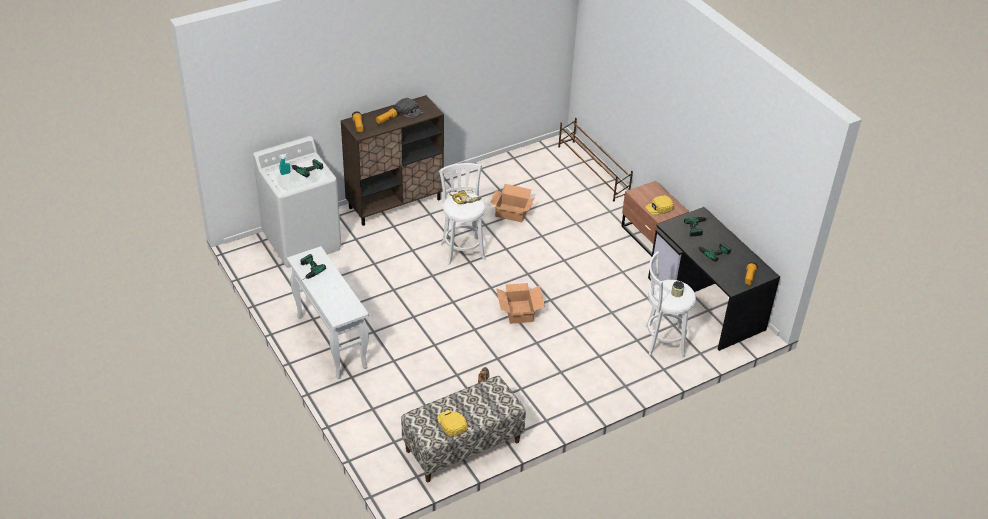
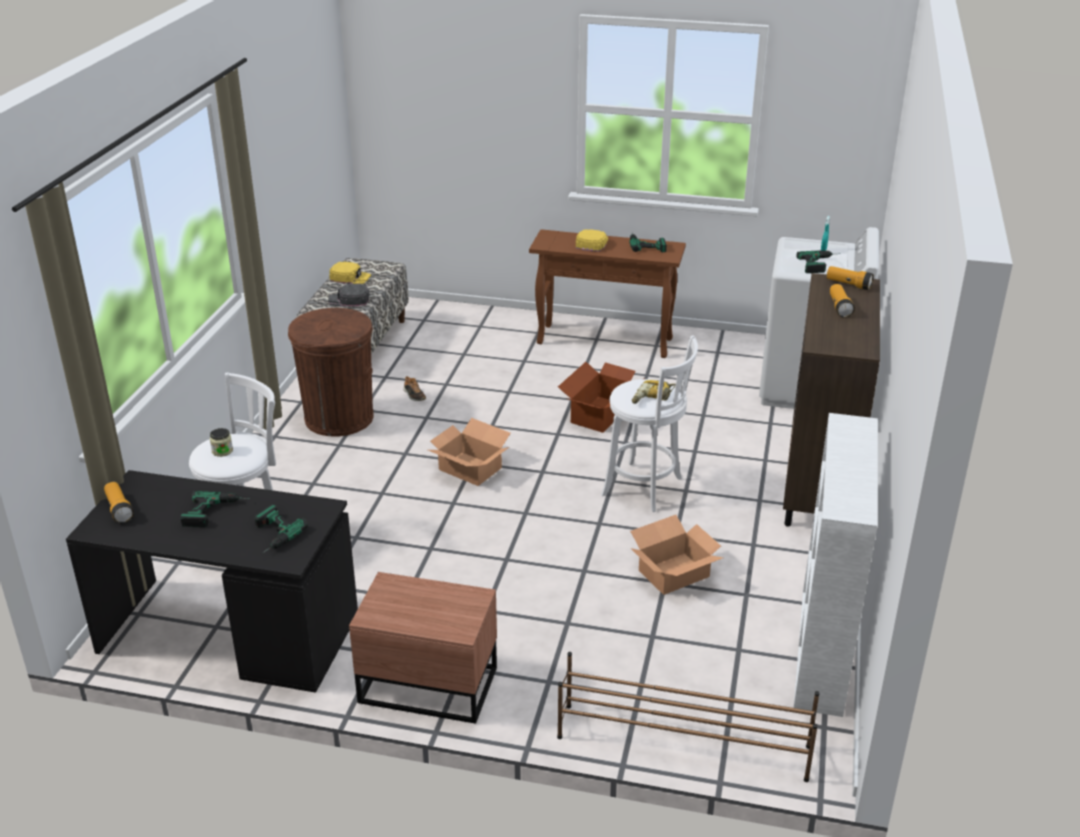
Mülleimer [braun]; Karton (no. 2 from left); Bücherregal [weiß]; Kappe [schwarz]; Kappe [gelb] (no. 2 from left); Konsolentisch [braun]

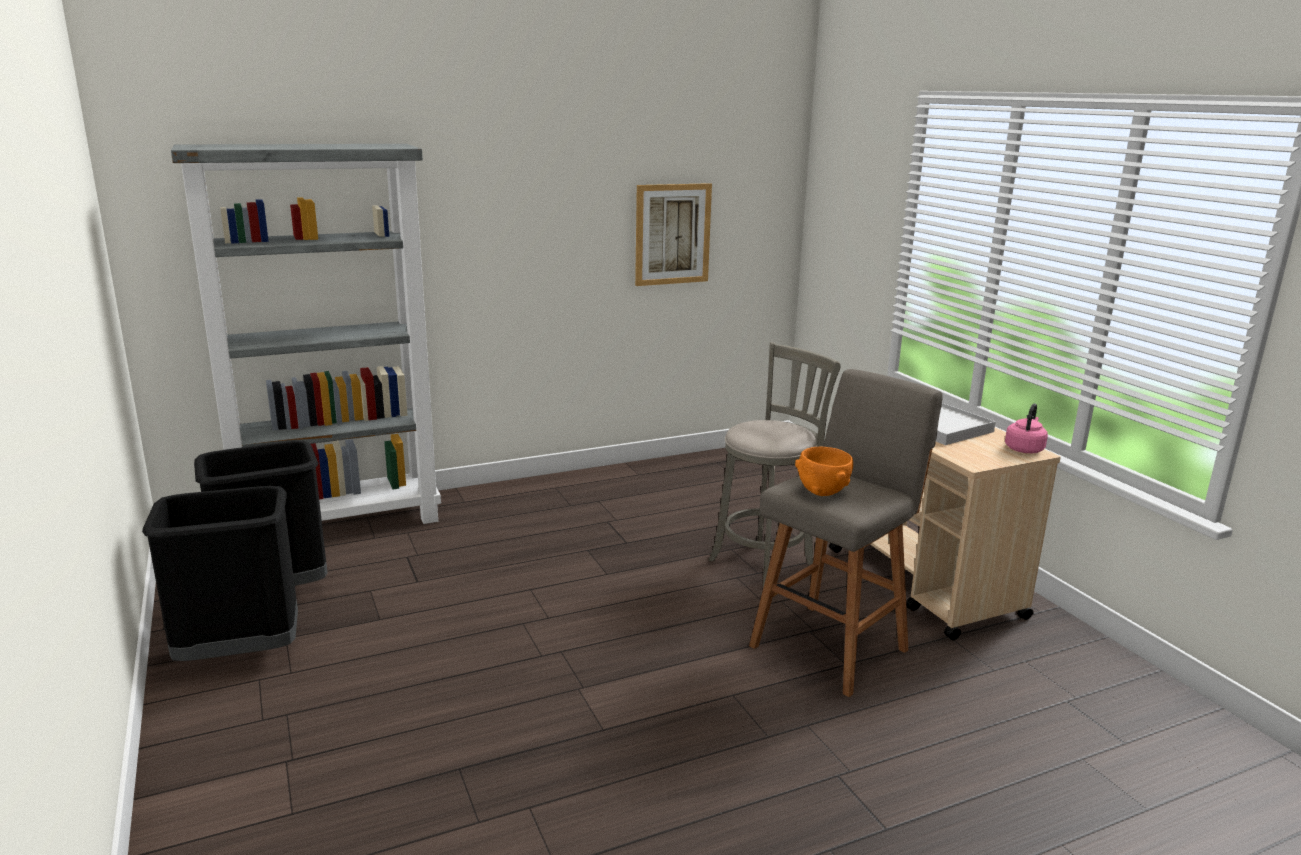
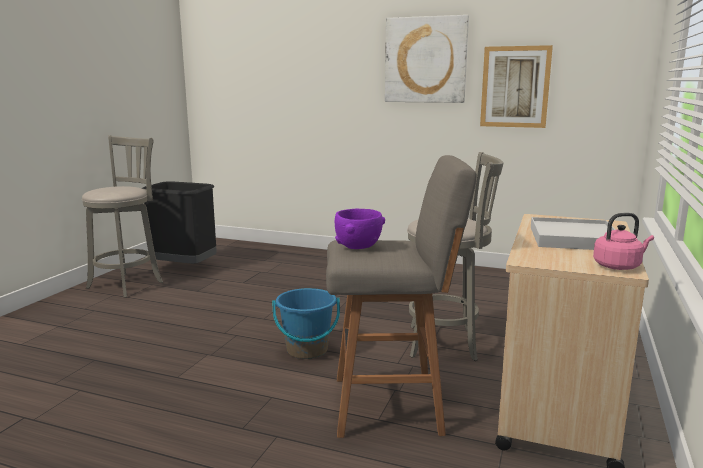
Bücherregal [grau]; Eimer [blau]; Bild (no. 1 from left); Hocker [grau] (no. 1 from left); Schüssel [lila]

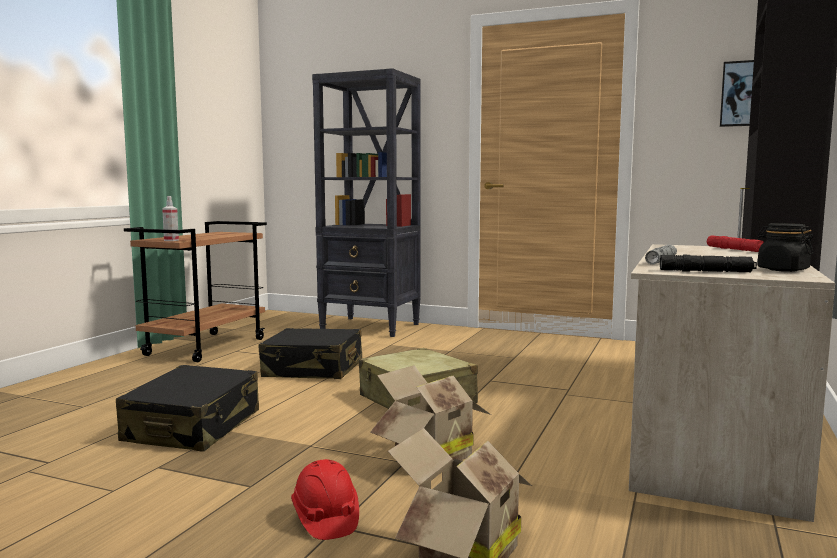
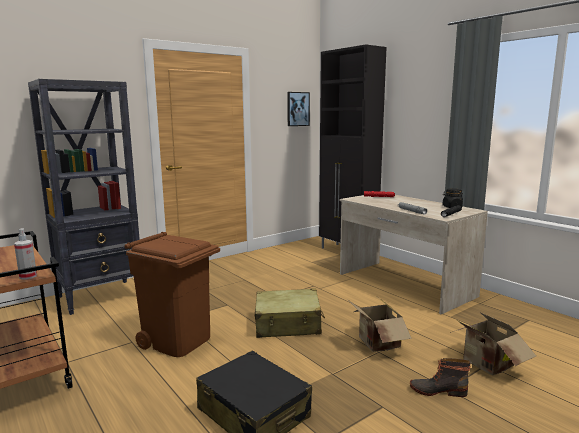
Mülleimer [braun]; Stiefel

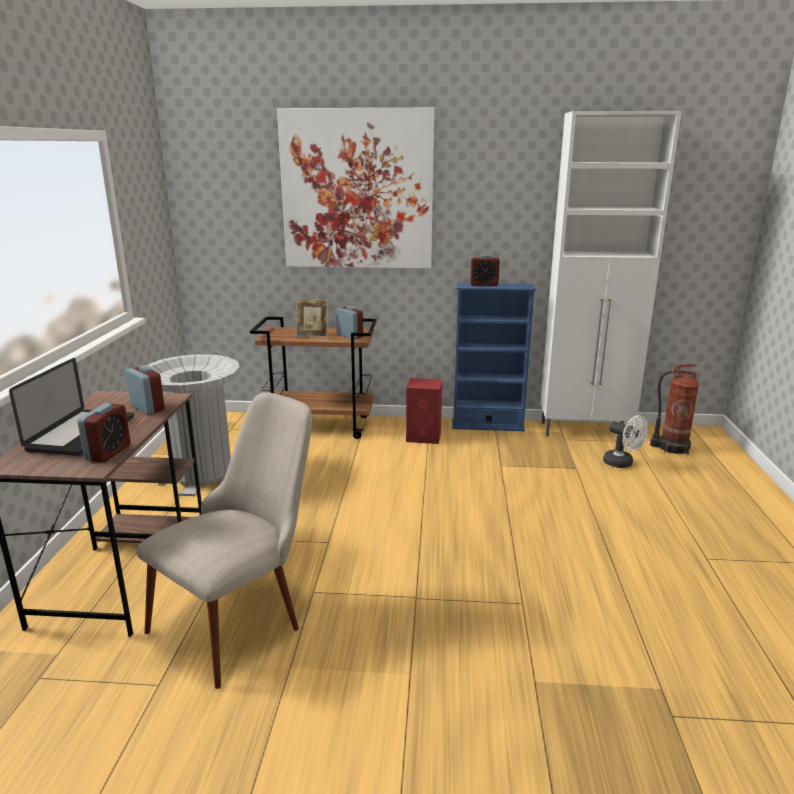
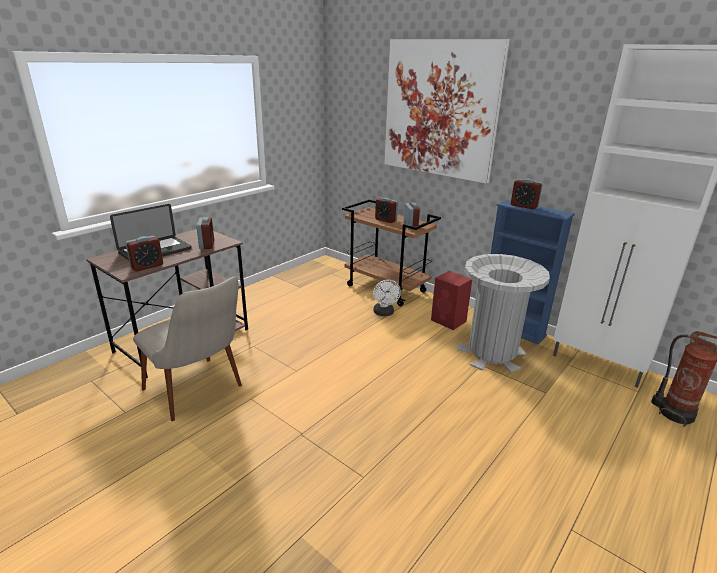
Mülleimer [grau]; Ventilator [weiß]; Wecker (no. 3 from left); Stuhl [beige]

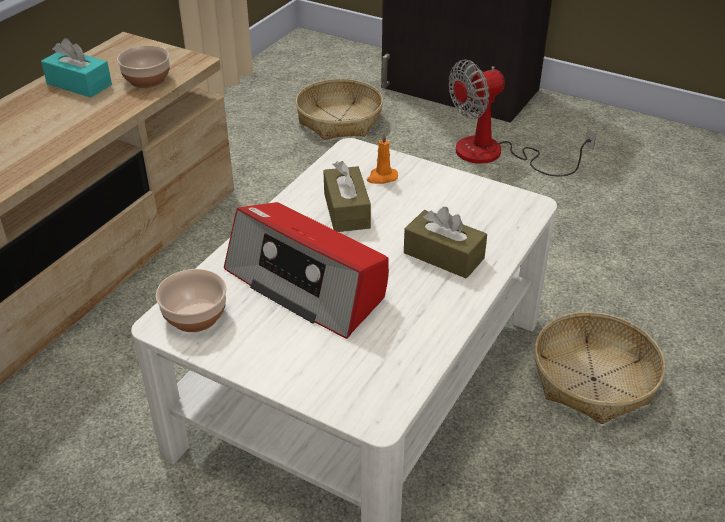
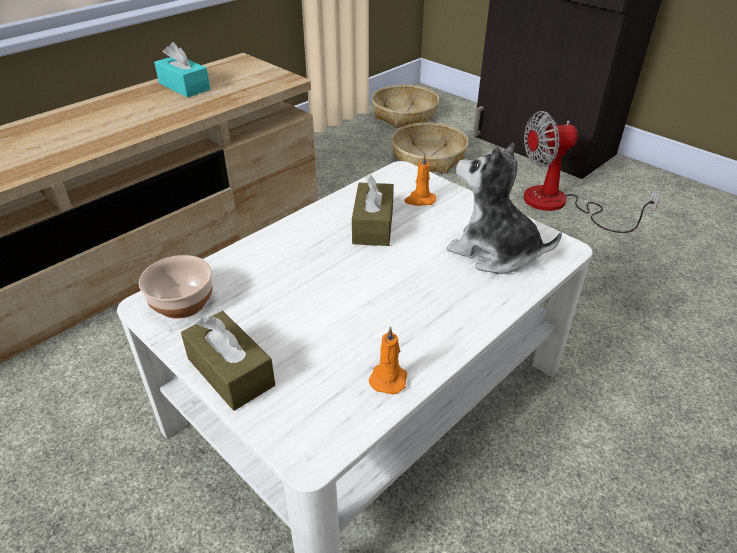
Schüssel (no. 1 from left in the first image); Radio; Kerze [orange] (no. 1 from left); Plüschtier; Taschentuchbox [braun] (no. 1 from left); Korb (no. 1 from left)

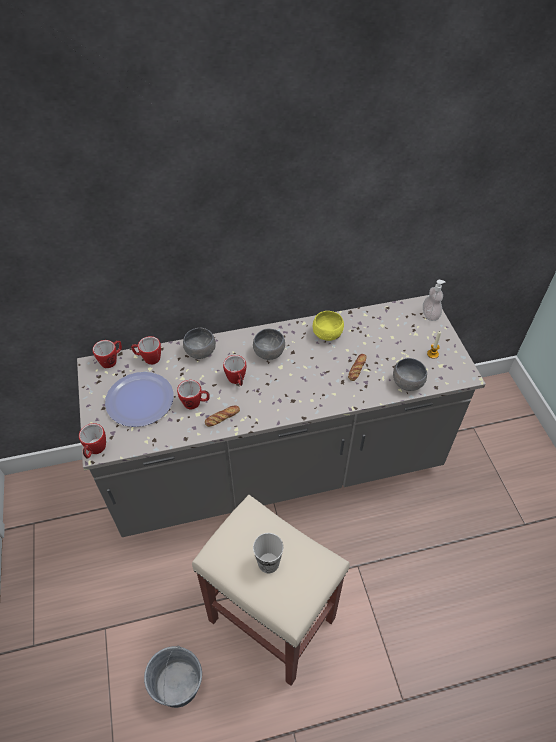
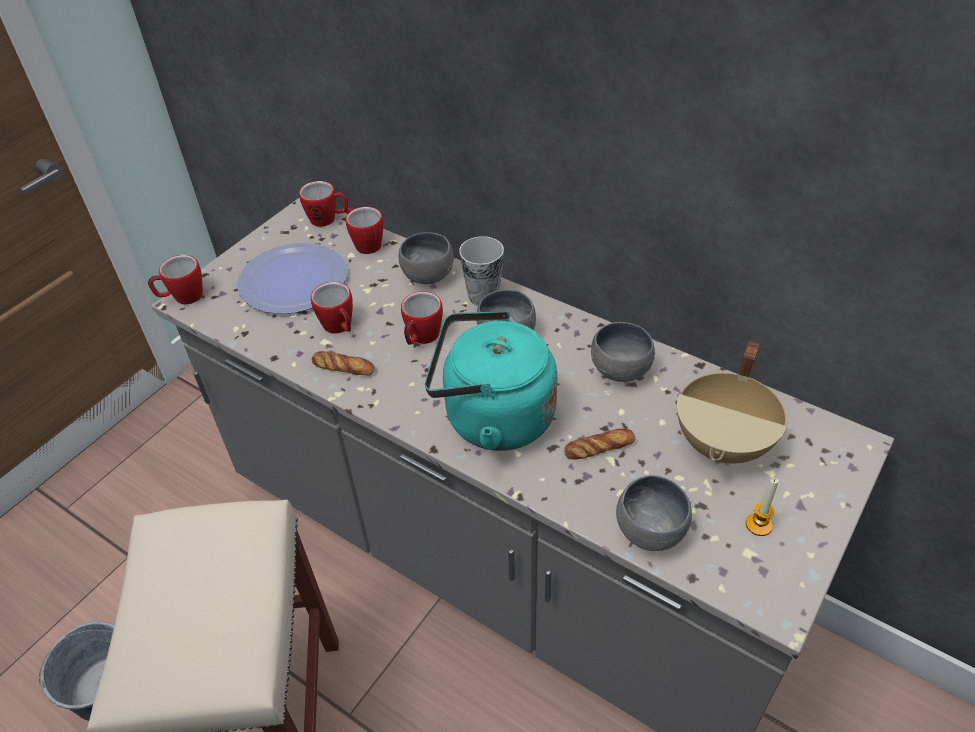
Seifenspender; Wasserkessel [türkis]; Kochtopf [beige]; Tasse; Schüssel [grau] (no. 3 from left)

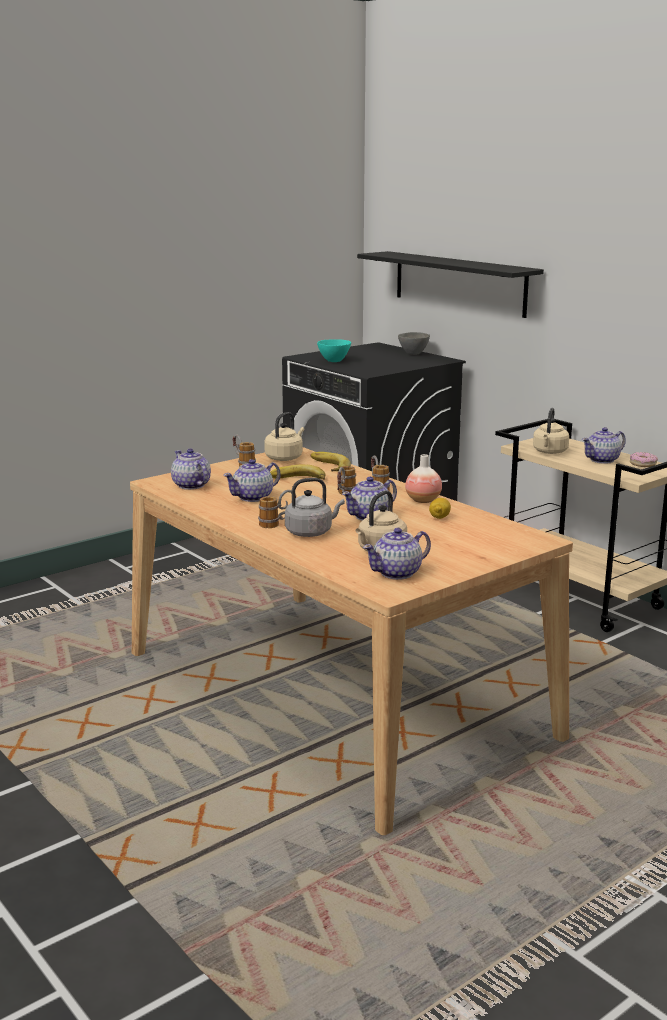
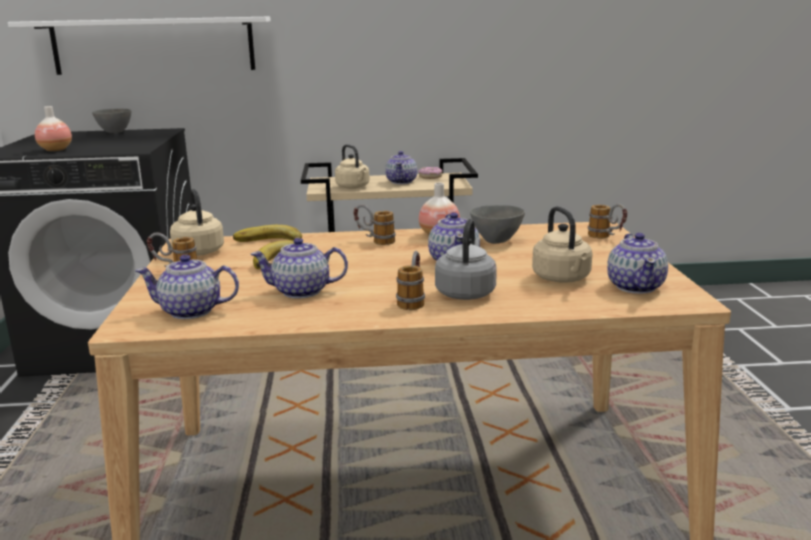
Henkelbecher (no. 4 from left); Vase (no. 1 from left); Schüssel [grau] (no. 2 from left); Wandregal [weiß]; Teekanne (no. 2 from left)

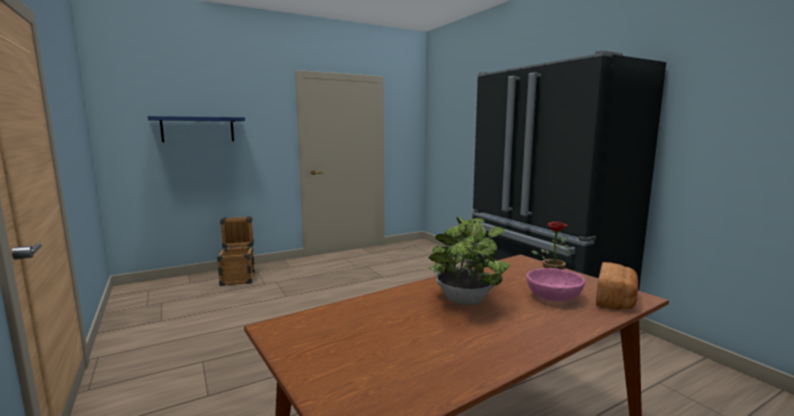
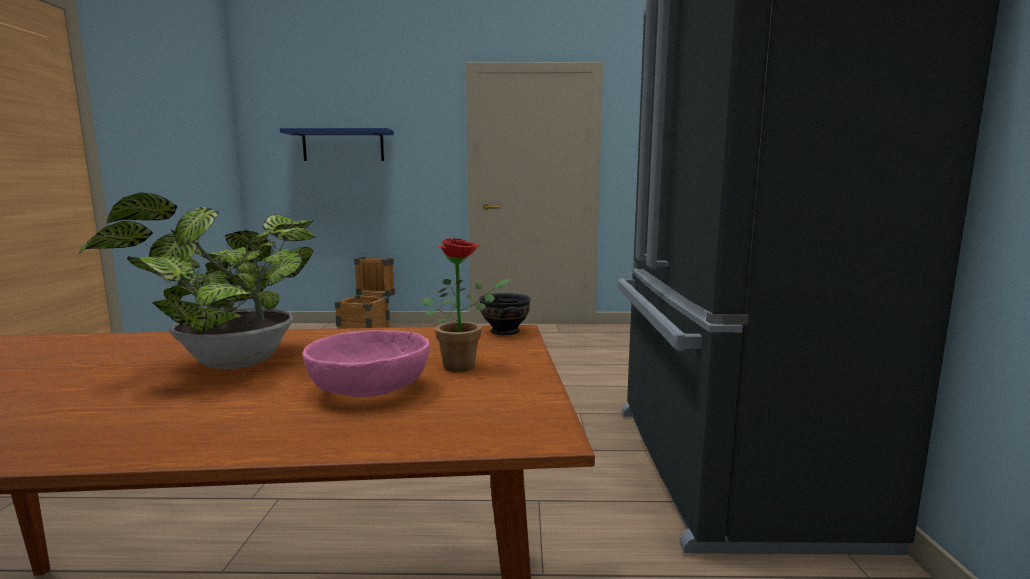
Brot; Schüssel [schwarz]

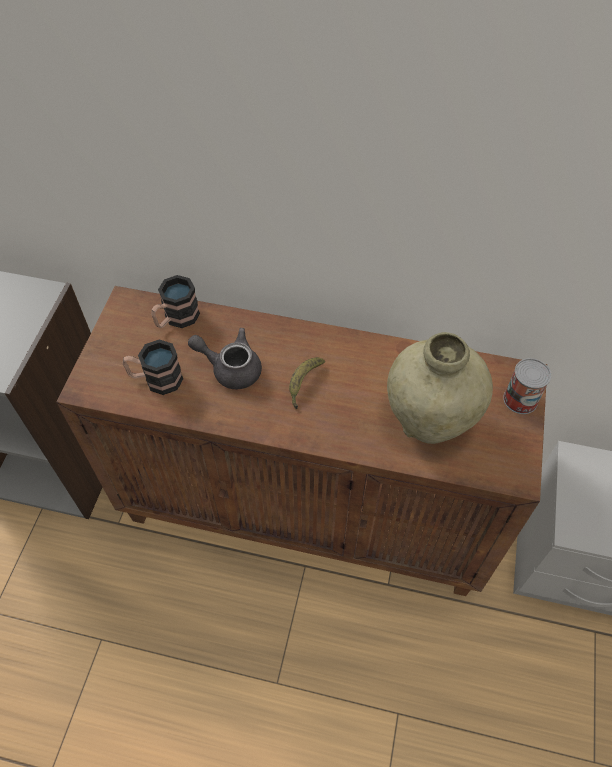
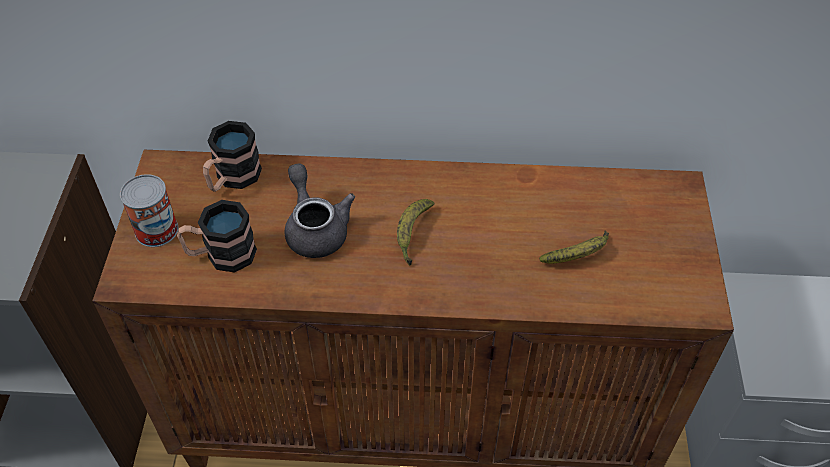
Dose; Banane (no. 2 from left); Teekanne [grau]

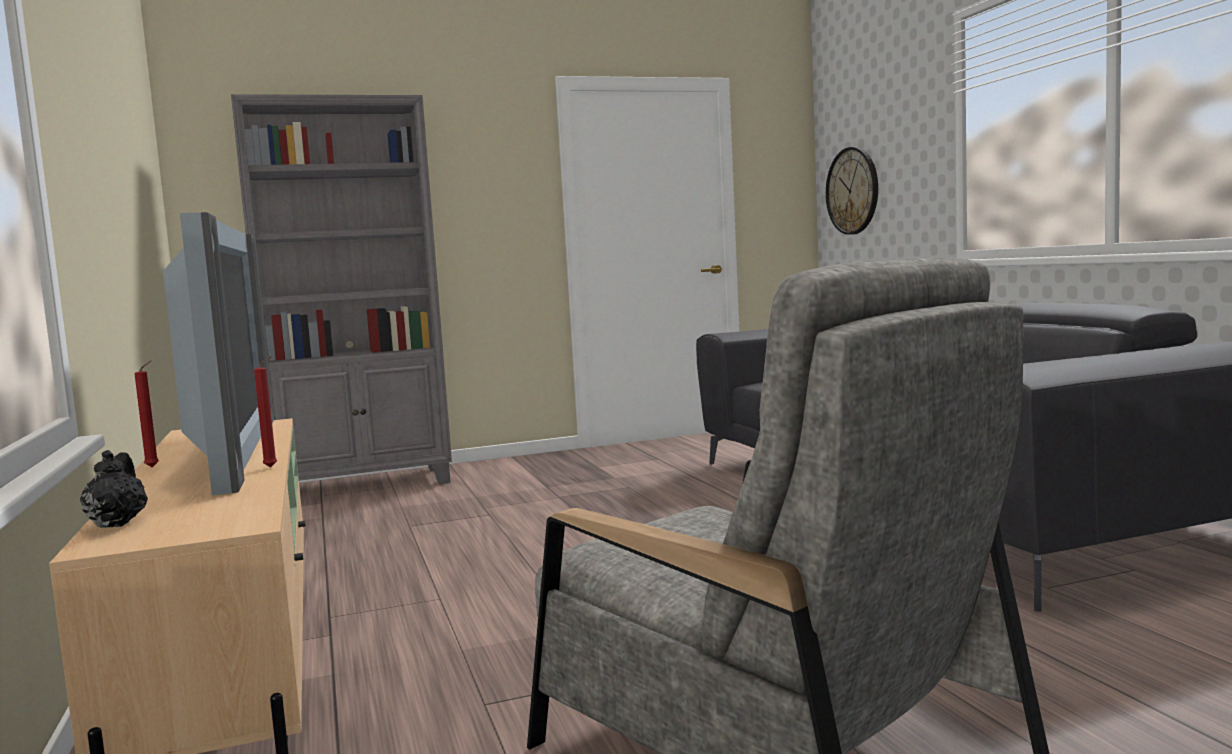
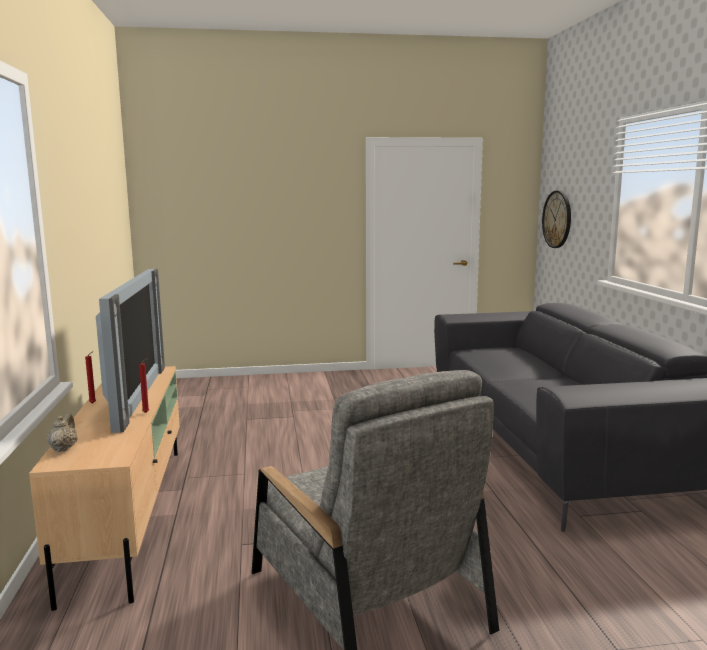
Bücherregal [grau]; Teekanne [beige]

